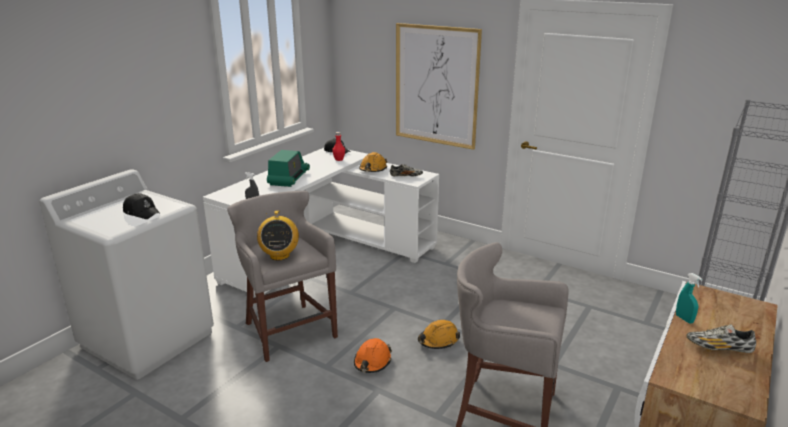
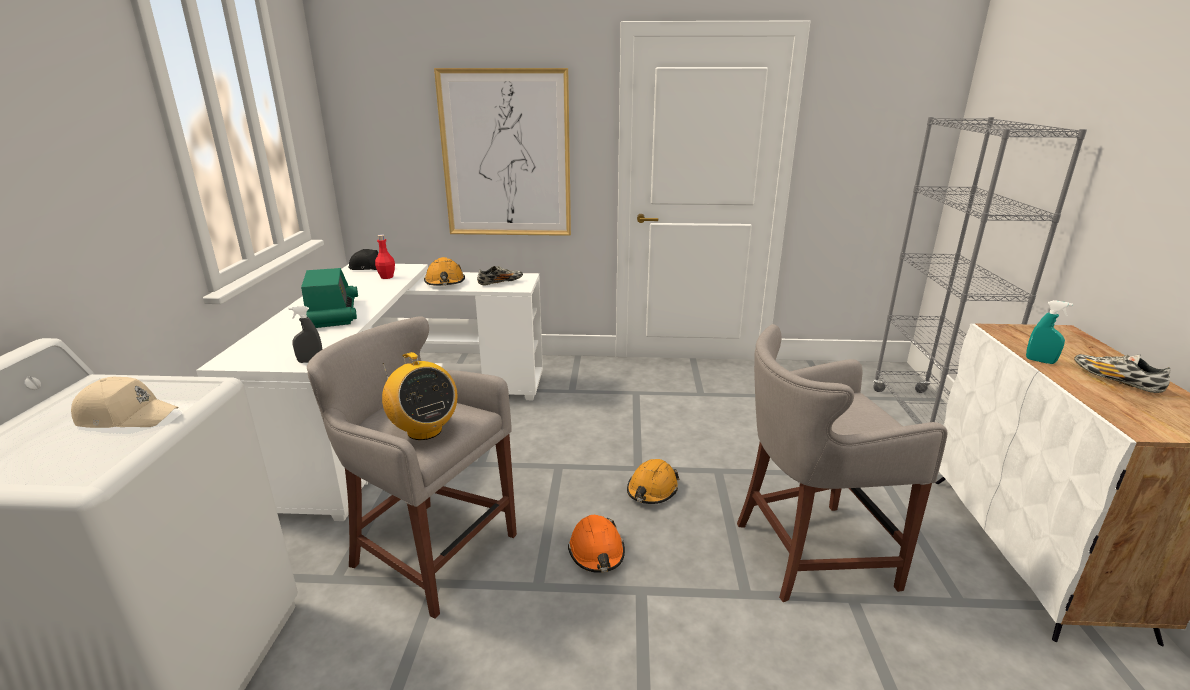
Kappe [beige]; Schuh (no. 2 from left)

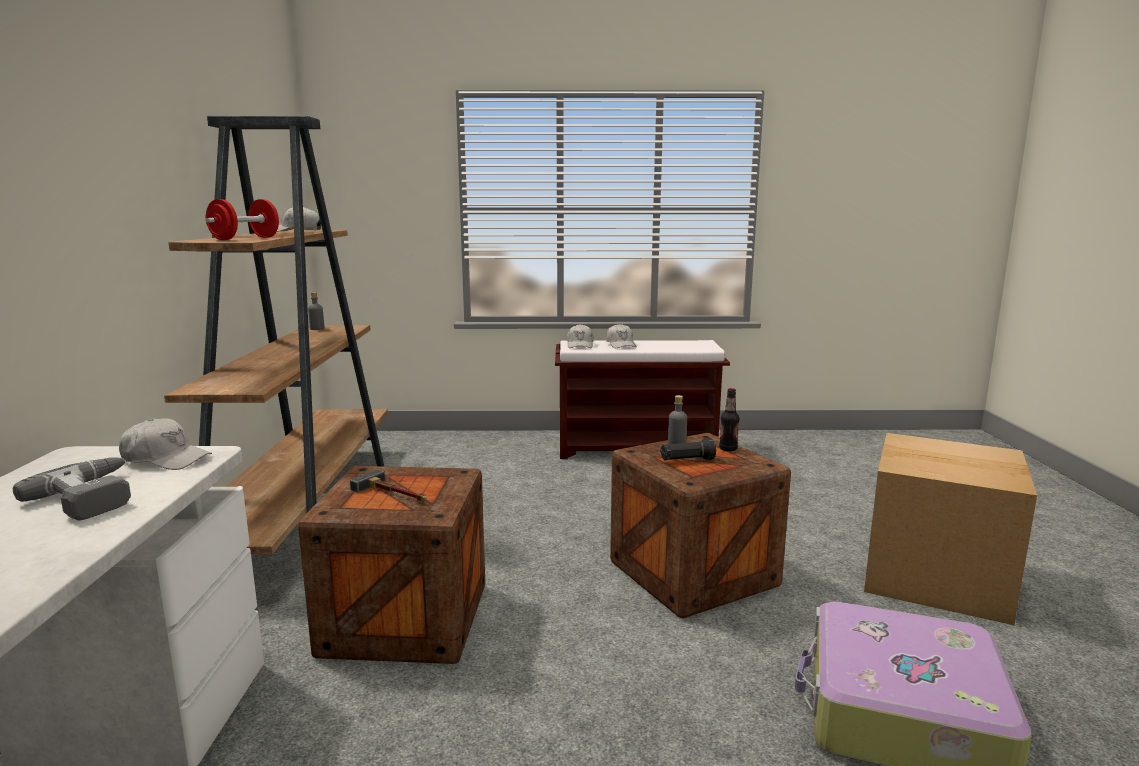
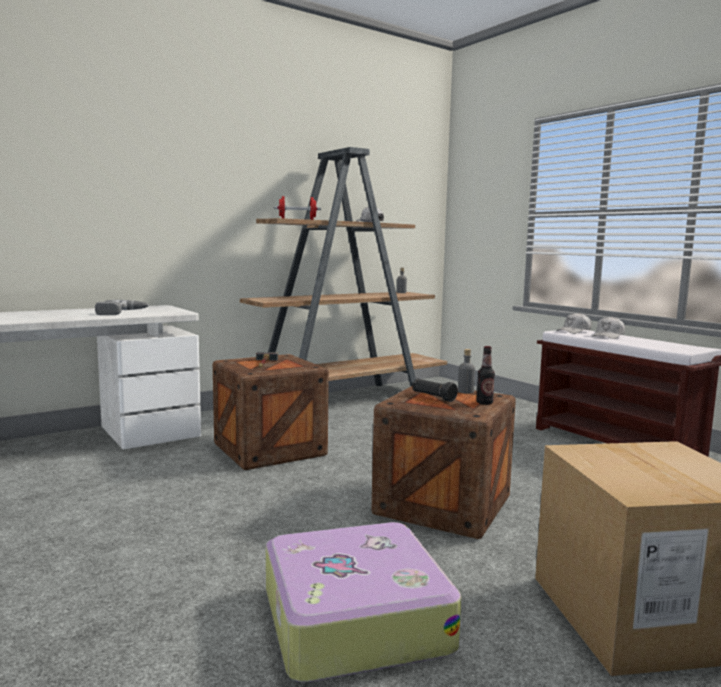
Kappe [weiß] (no. 1 from left in the first image)

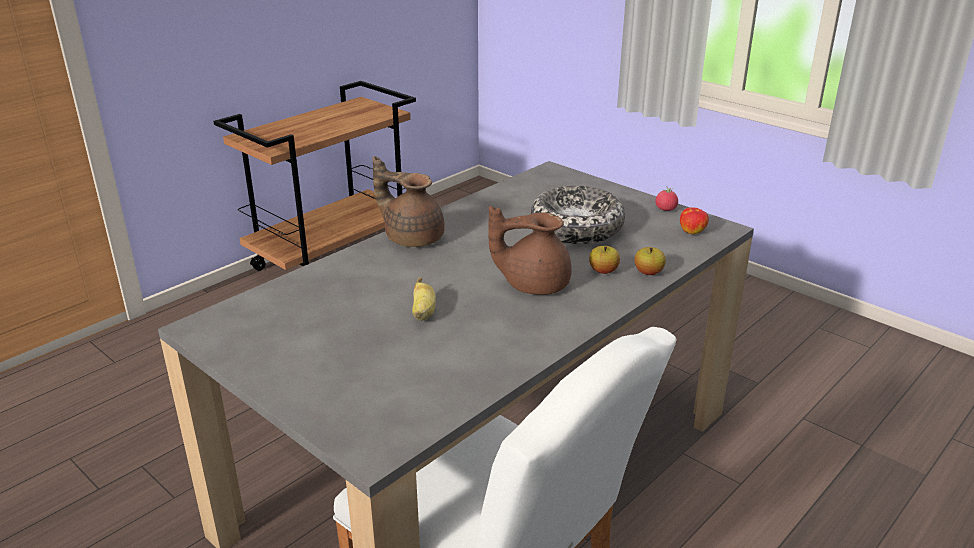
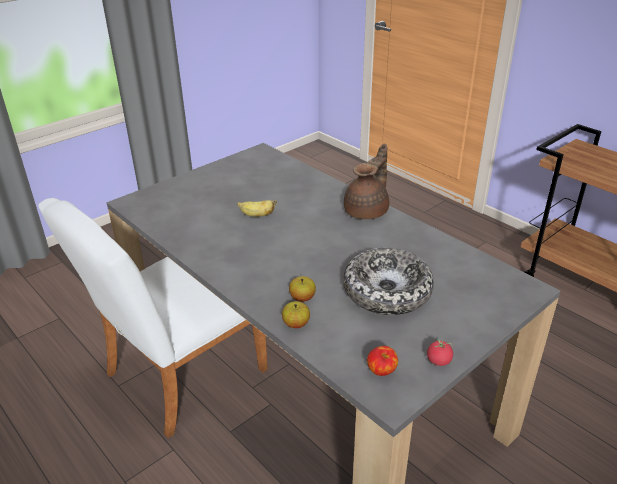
Teekanne [braun] (no. 2 from left in the first image)

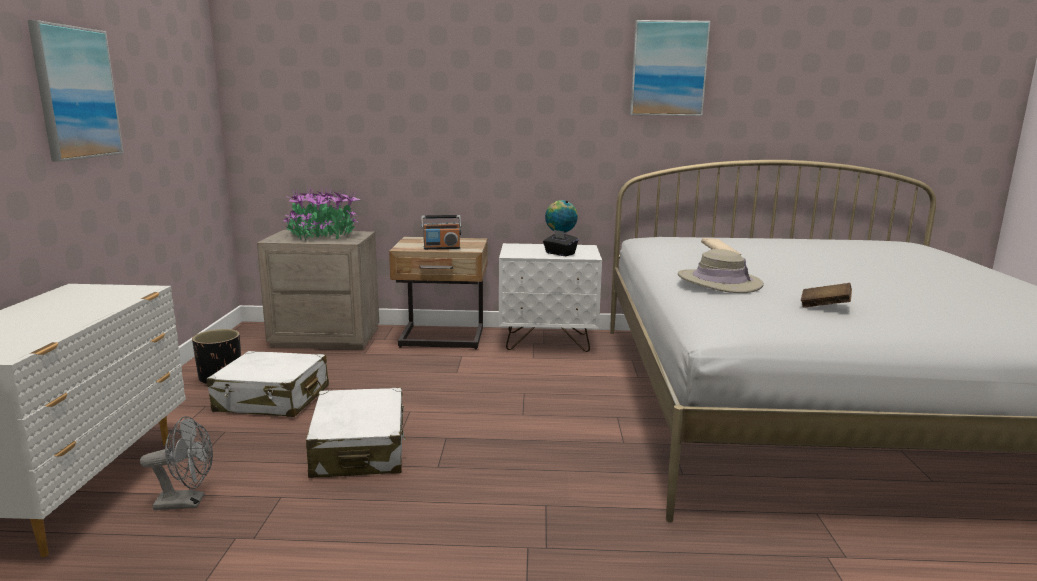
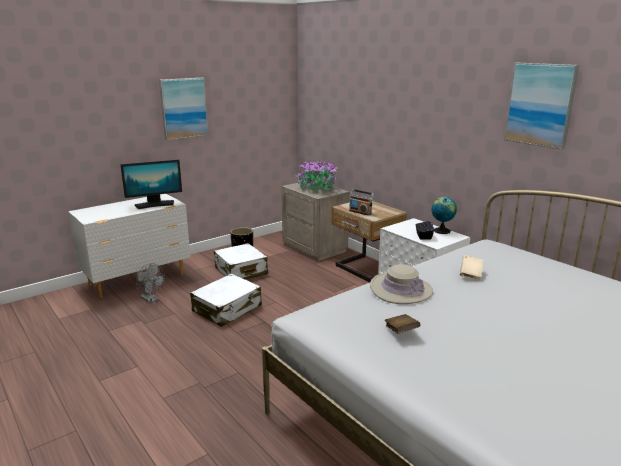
Monitor

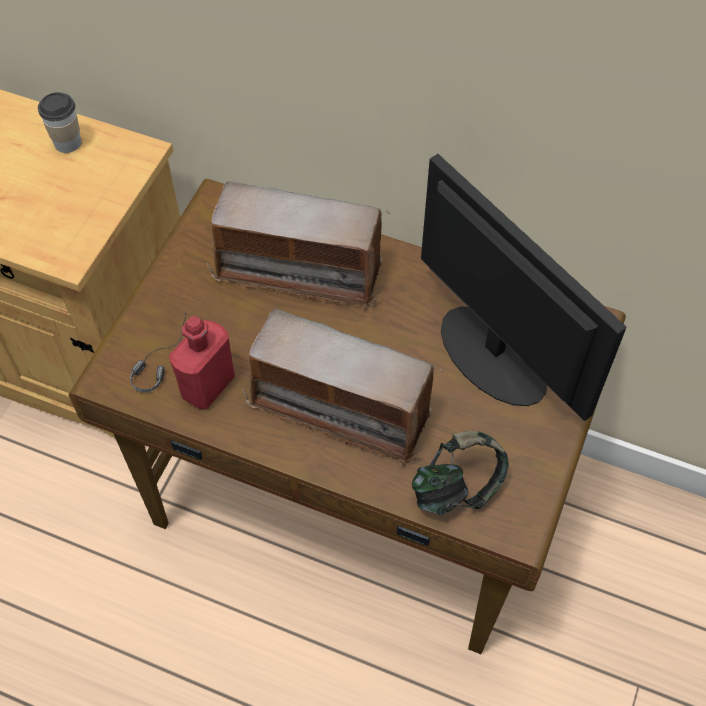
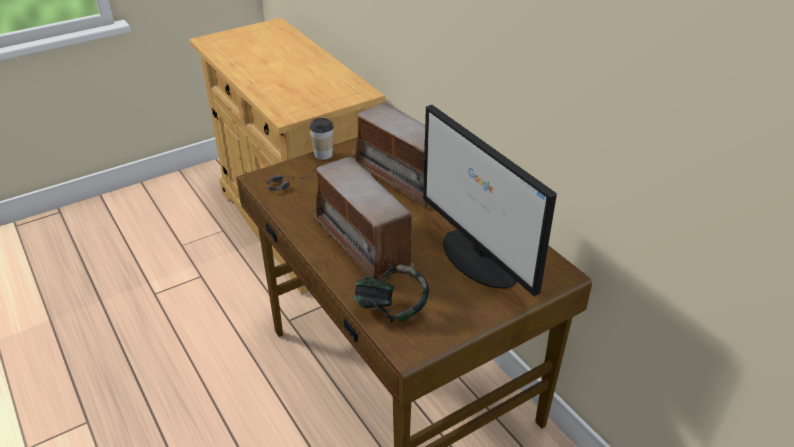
Flasche [rot]; Tasse; Monitor

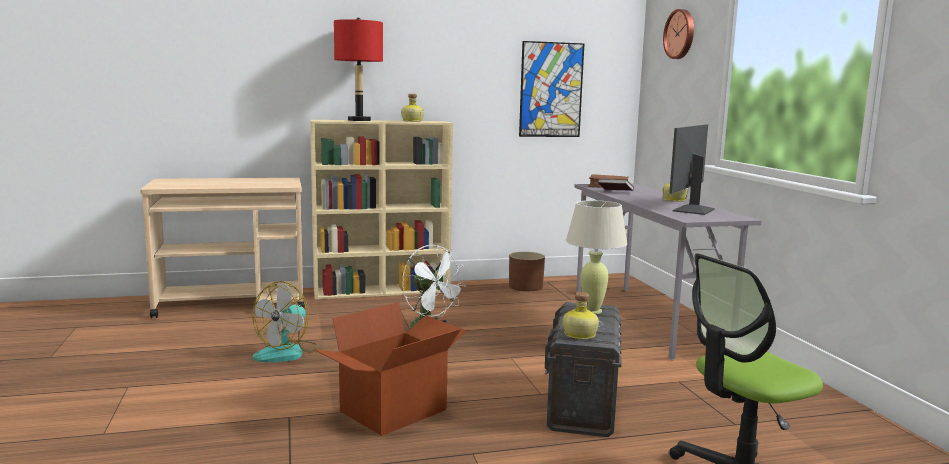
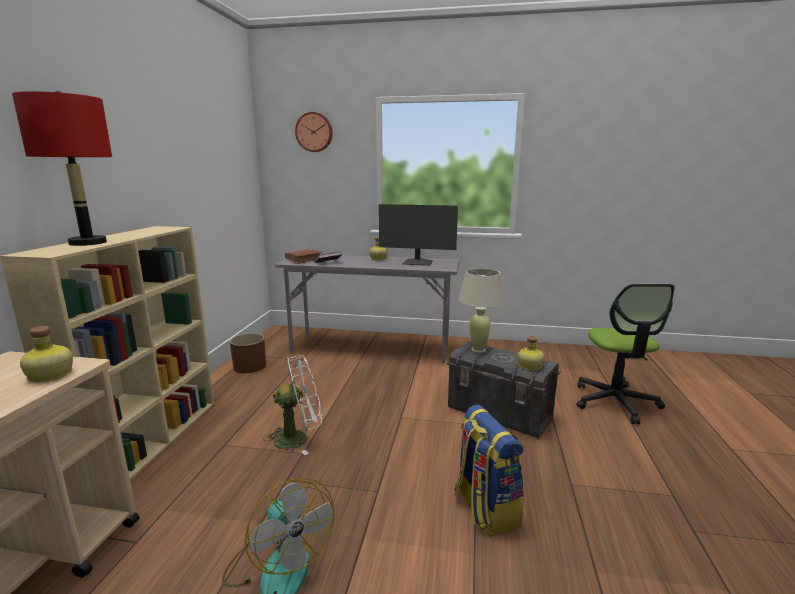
Bild; Flasche (no. 1 from left); Rucksack; Monitor

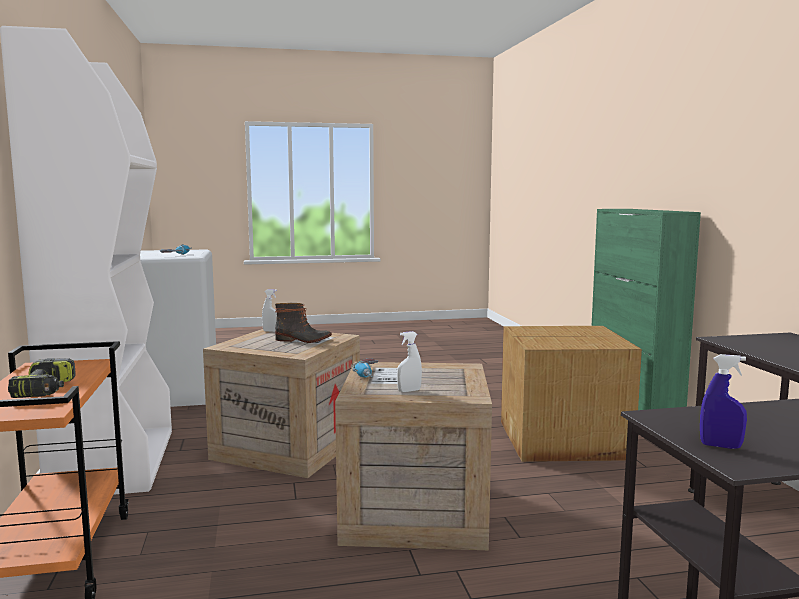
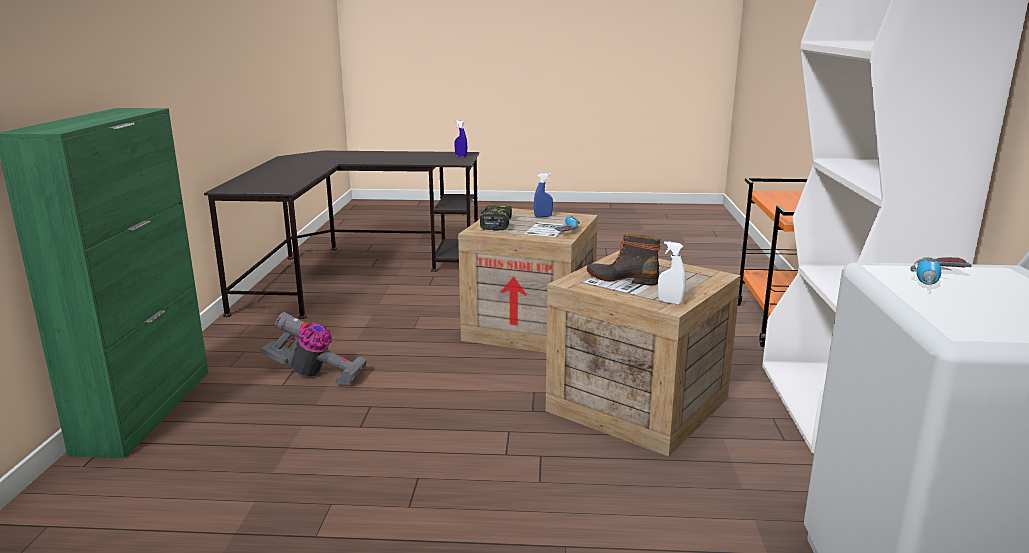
Bohrmaschine (no. 1 from left); Staubsauger; Sprühflasche [blau] (no. 2 from left)

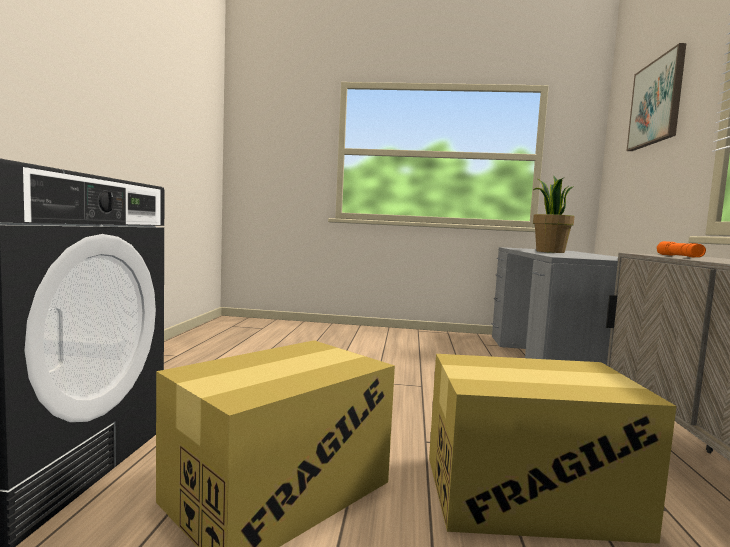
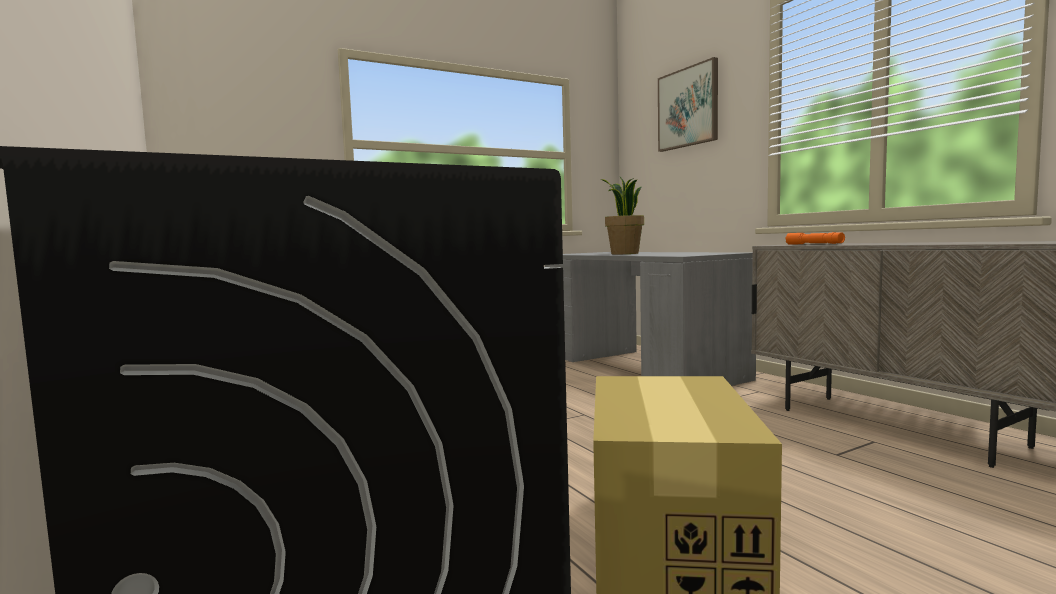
Karton (no. 2 from left in the first image)

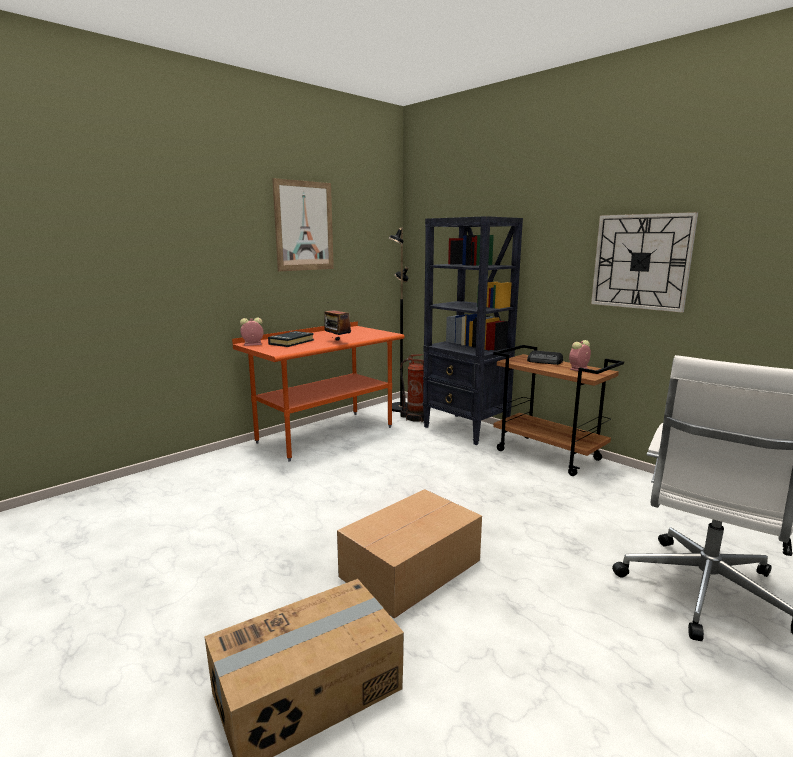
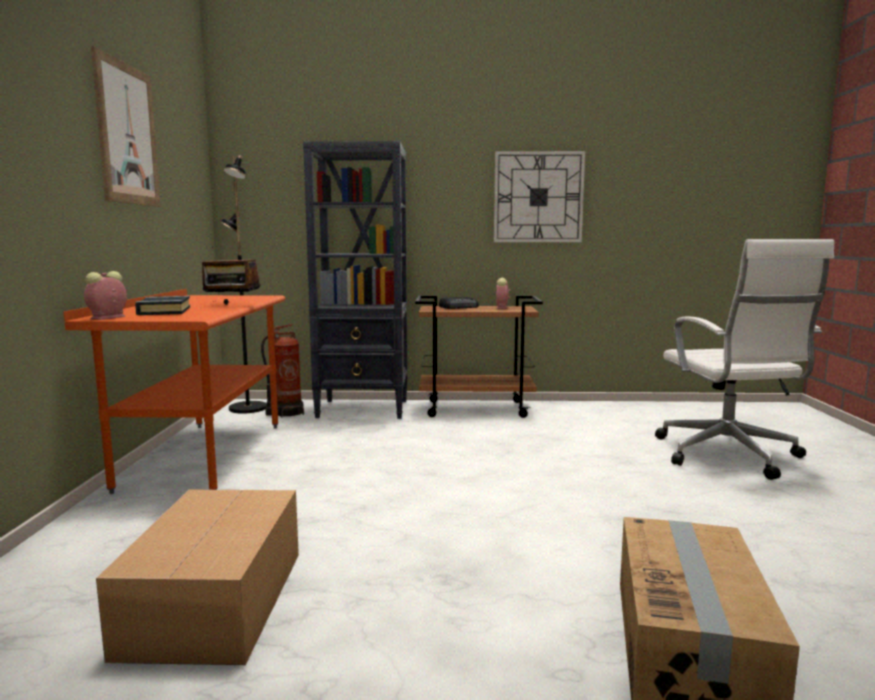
Karton (no. 1 from left)

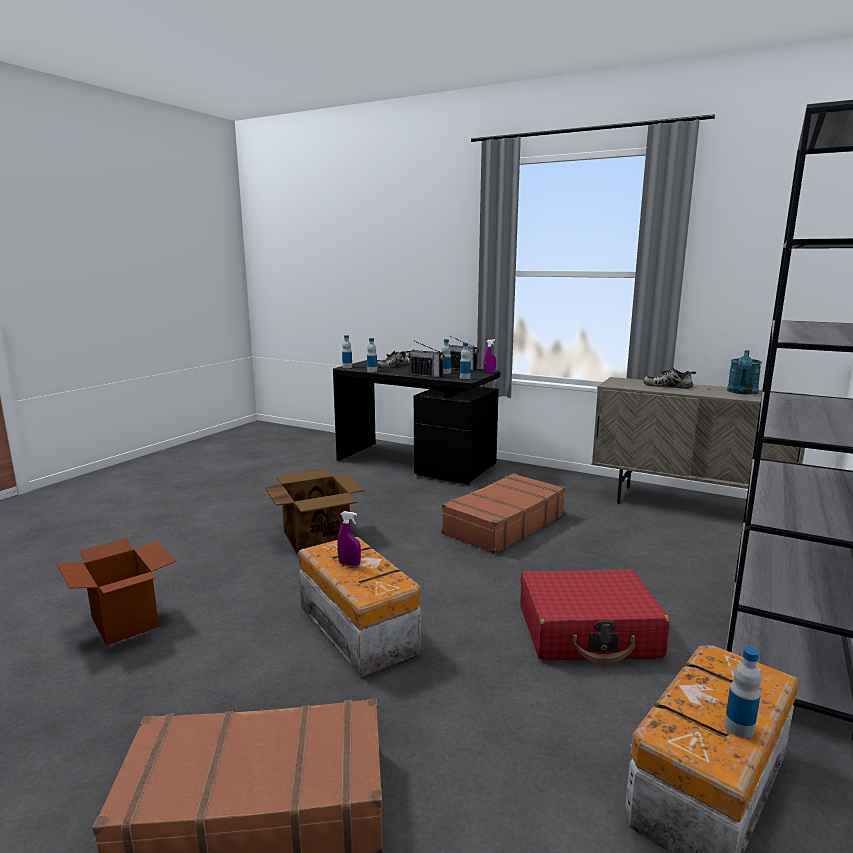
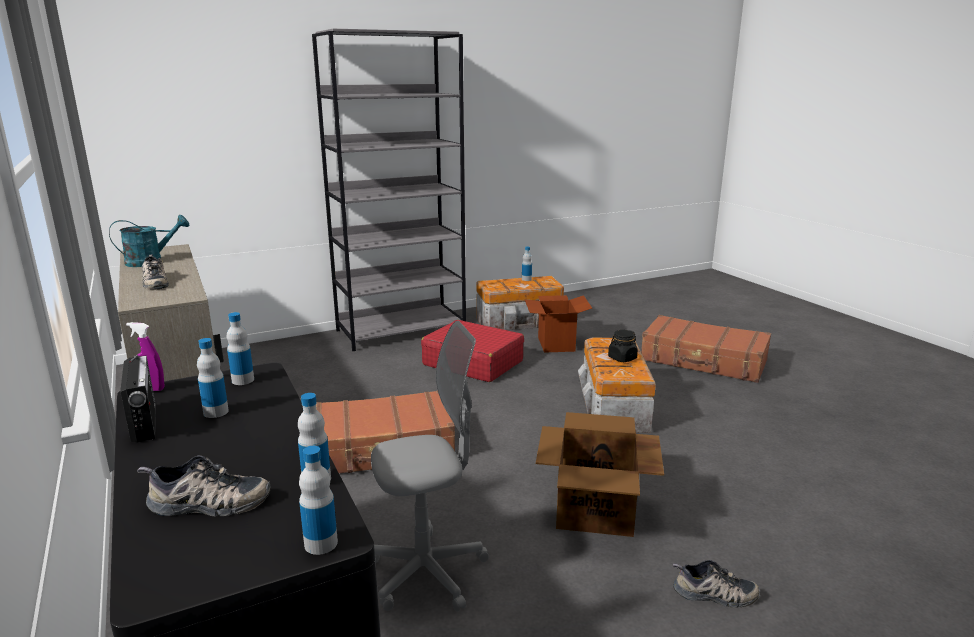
Radio (no. 1 from left in the first image); Bürostuhl [grau]; Schuh (no. 3 from left); Karton (no. 1 from left); Vorratsglas [schwarz]

